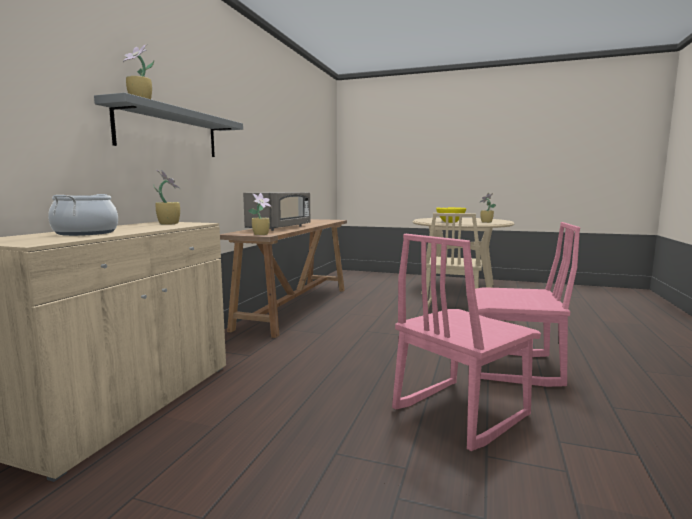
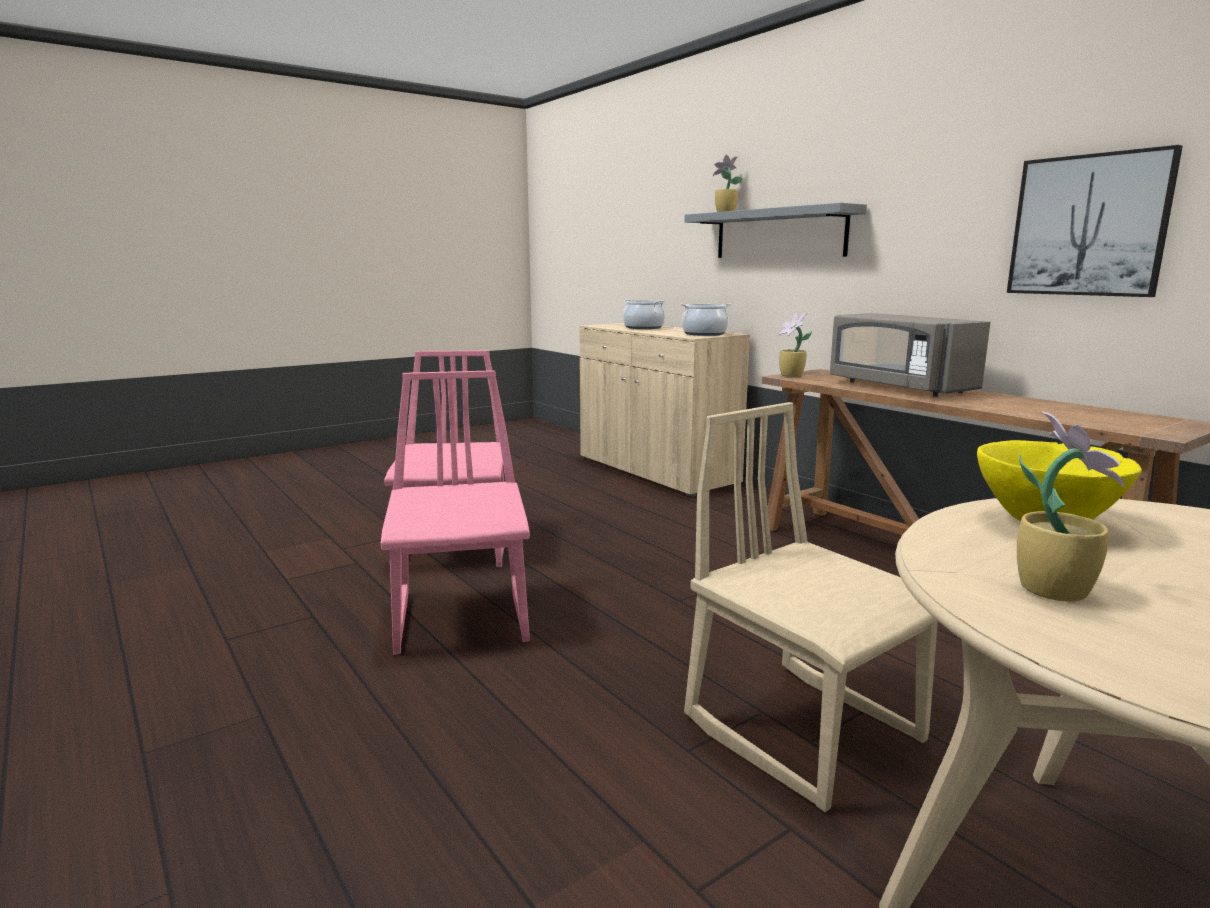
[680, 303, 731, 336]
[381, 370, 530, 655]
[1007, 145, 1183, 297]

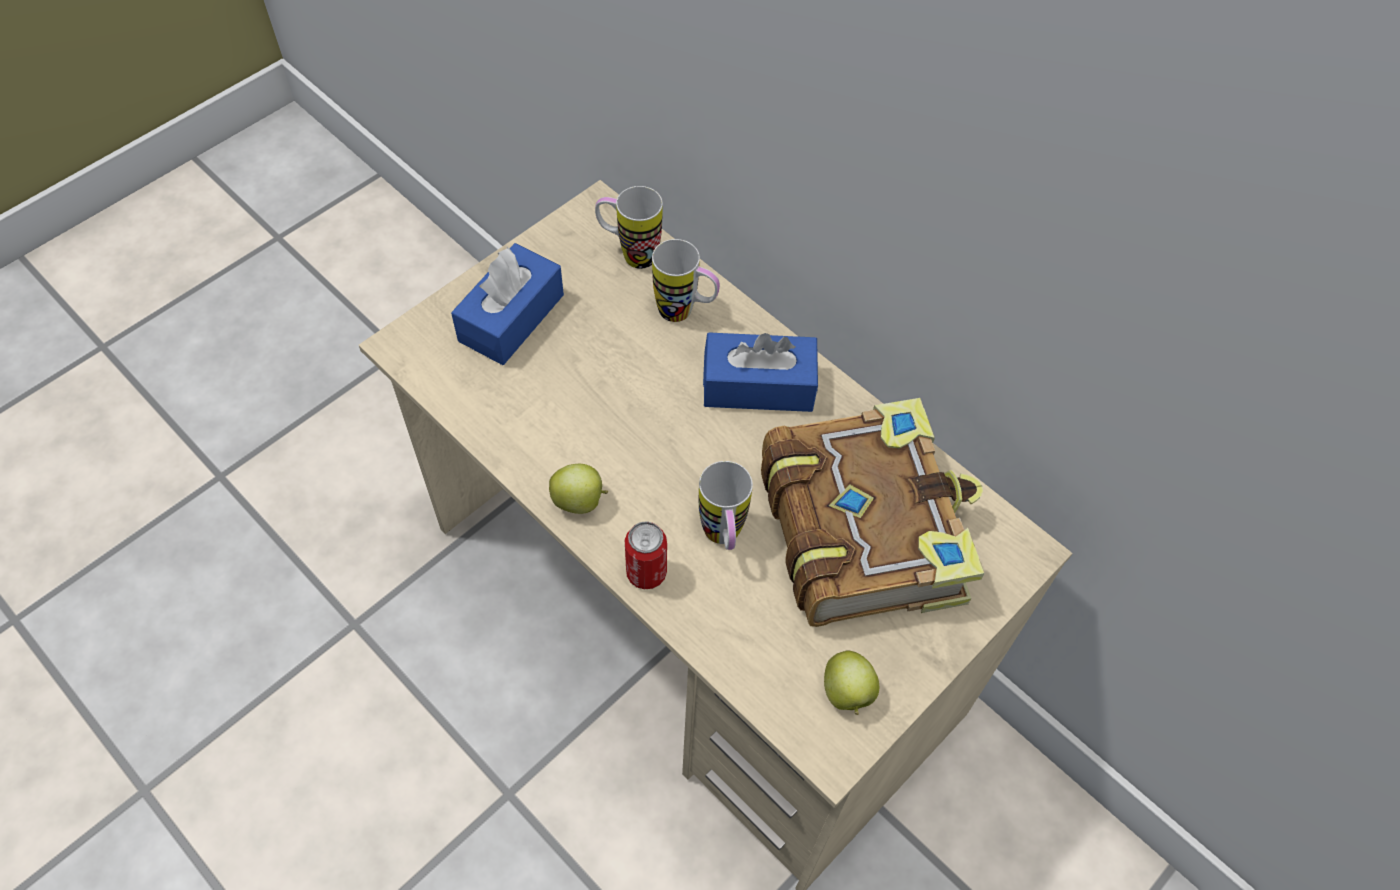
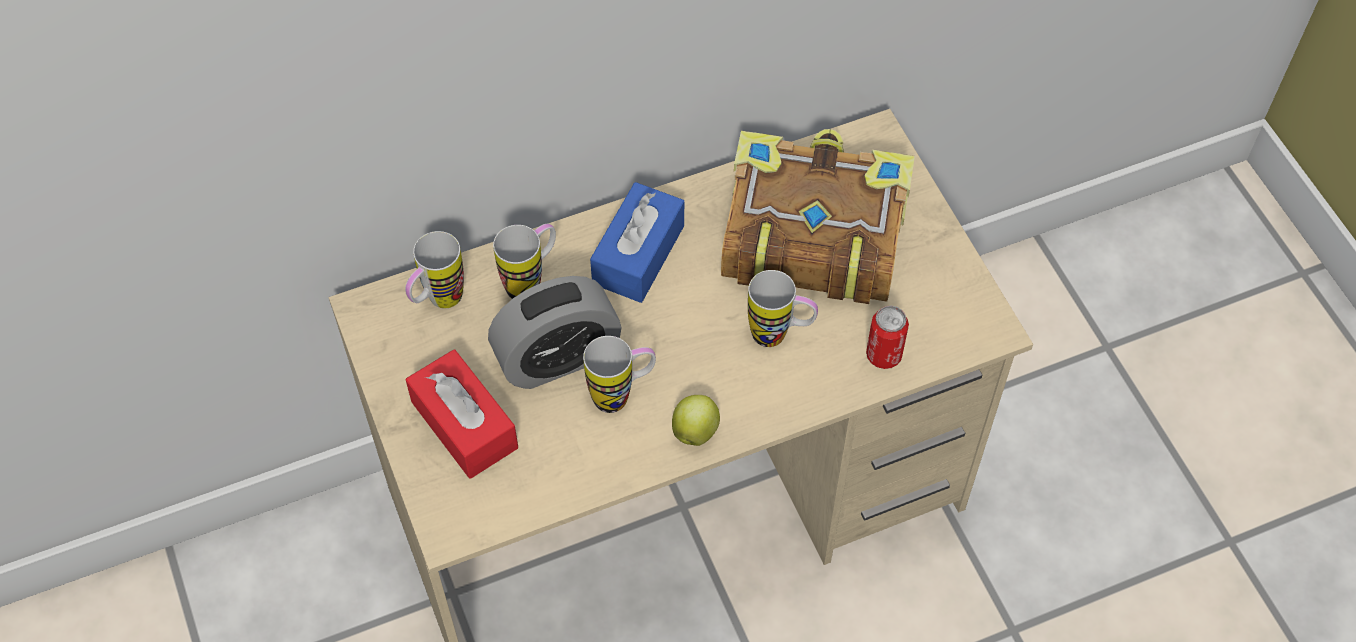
[406, 349, 518, 479]
[866, 306, 909, 369]
[824, 650, 879, 715] (first image)
[488, 276, 622, 389]
[583, 336, 656, 413]

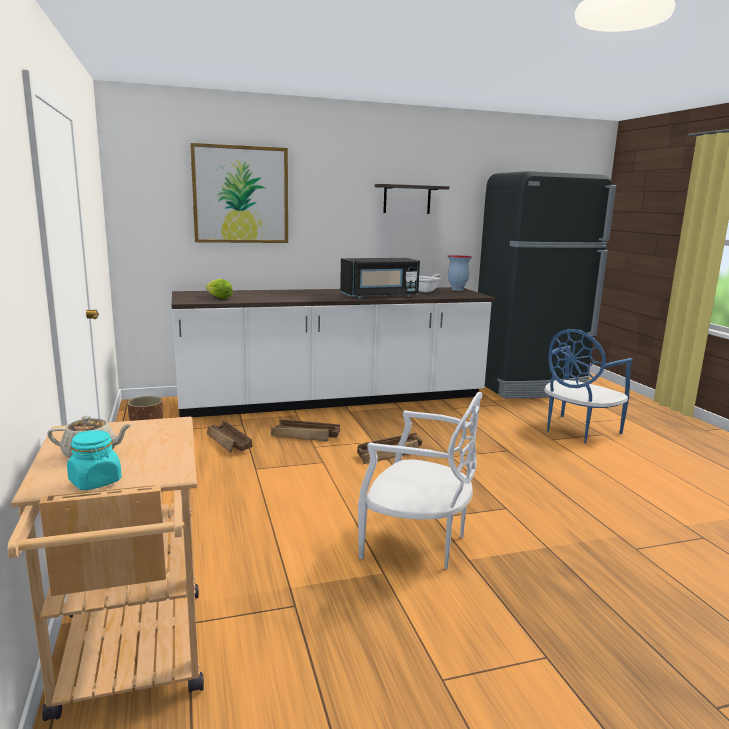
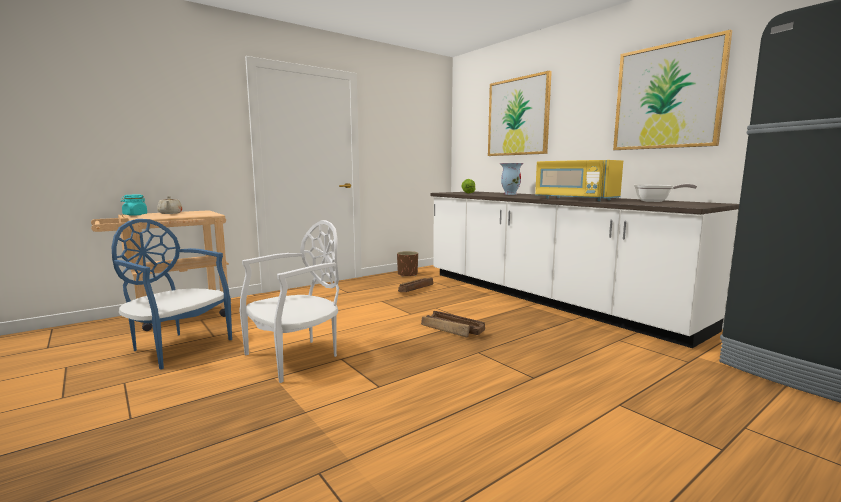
[613, 30, 732, 150]
[500, 163, 524, 195]
[535, 160, 623, 201]
[112, 219, 232, 369]
[239, 220, 339, 383]
[271, 420, 340, 442] (first image)

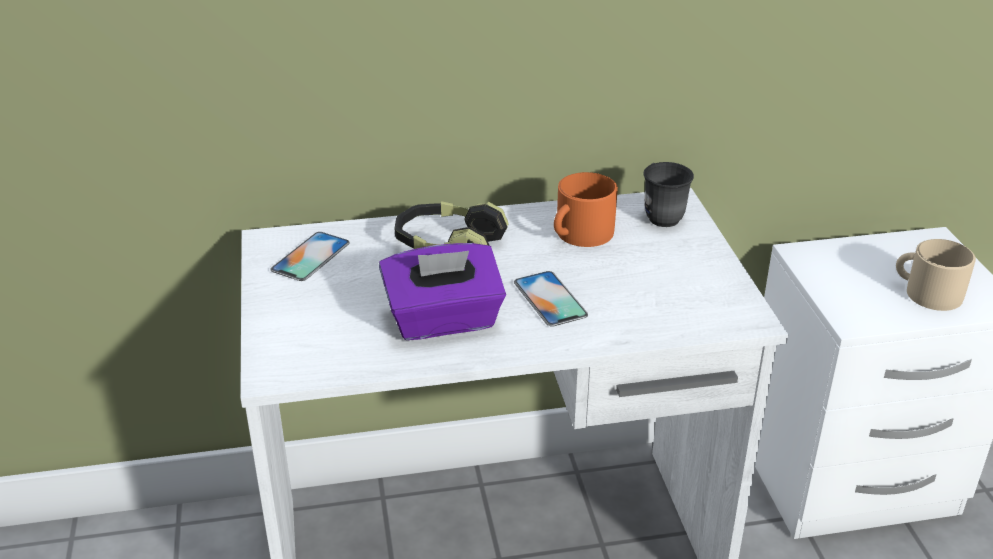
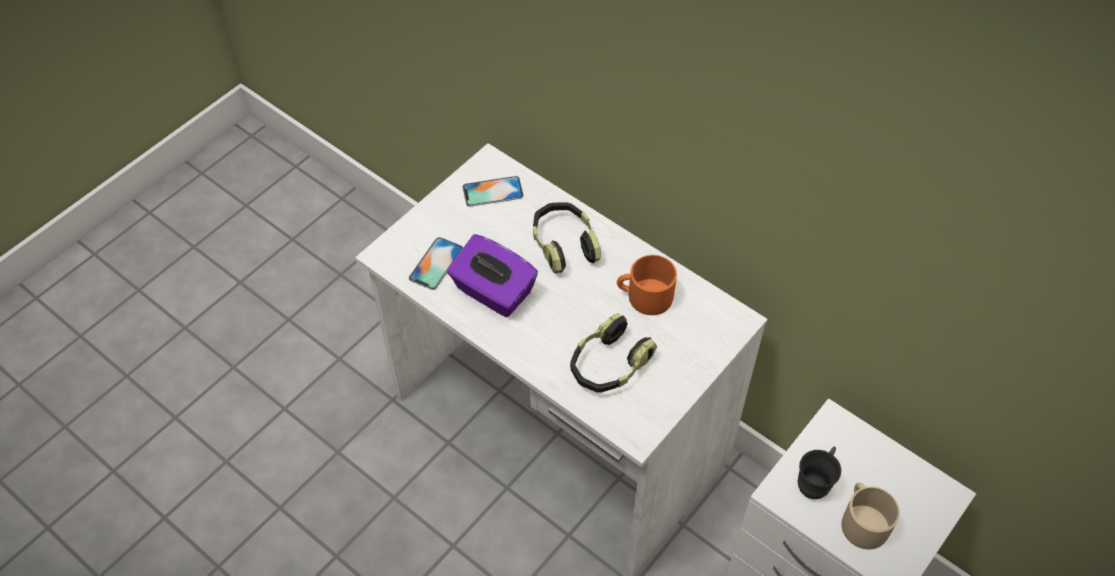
[798, 446, 841, 499]
[409, 237, 463, 290]
[570, 313, 657, 393]

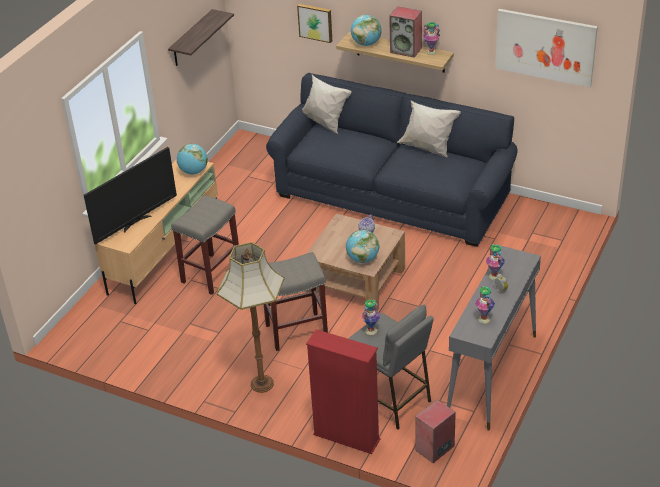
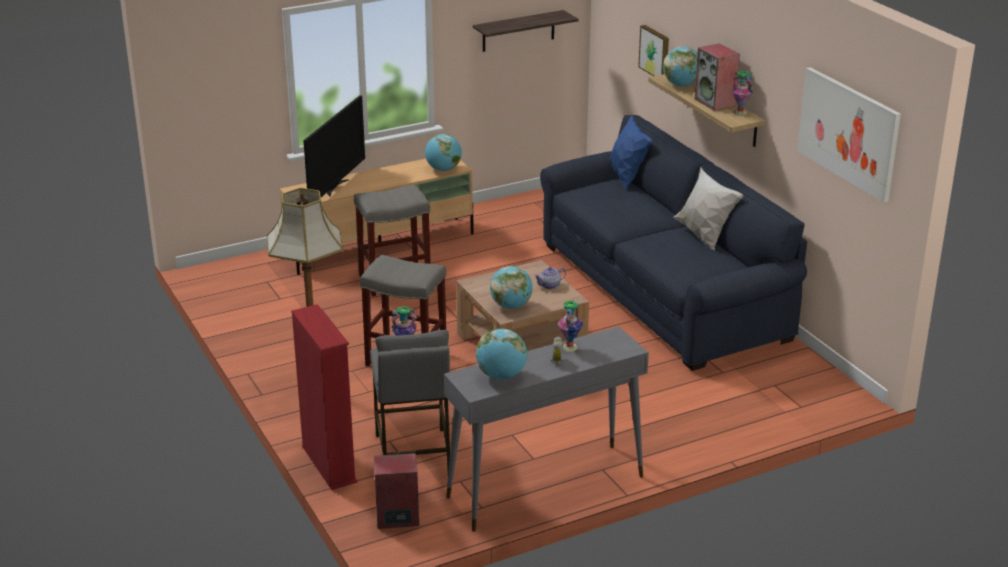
[610, 114, 652, 190]
[303, 95, 365, 197]
[476, 329, 527, 380]

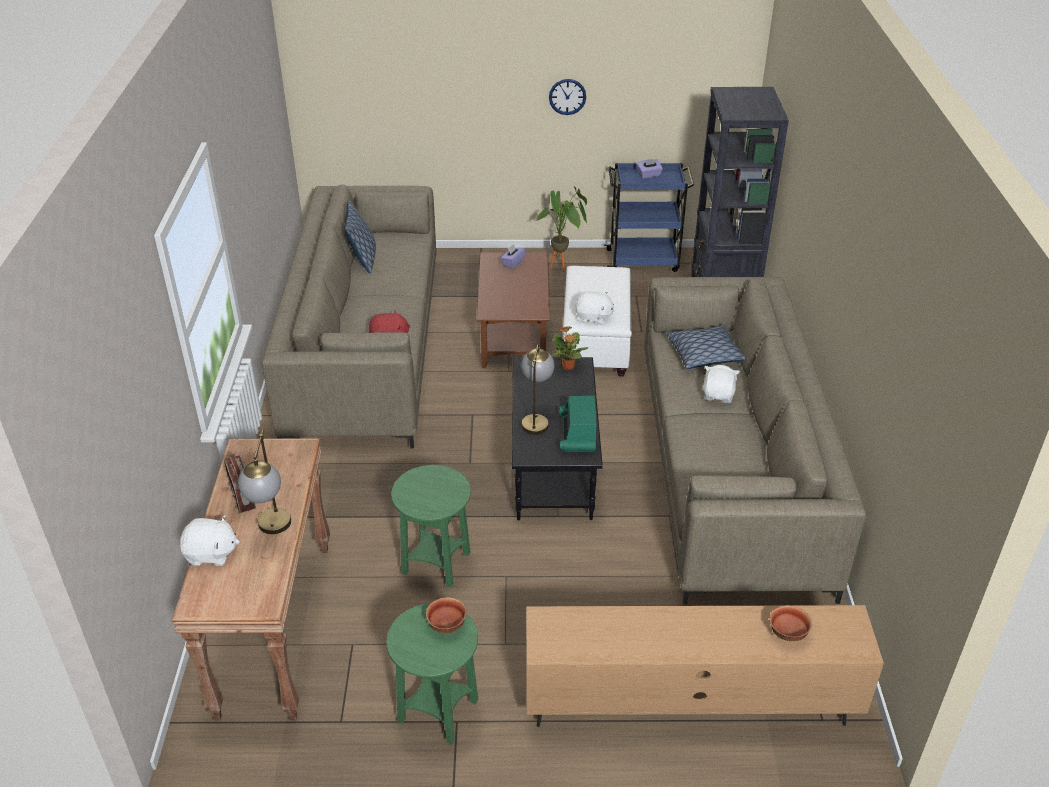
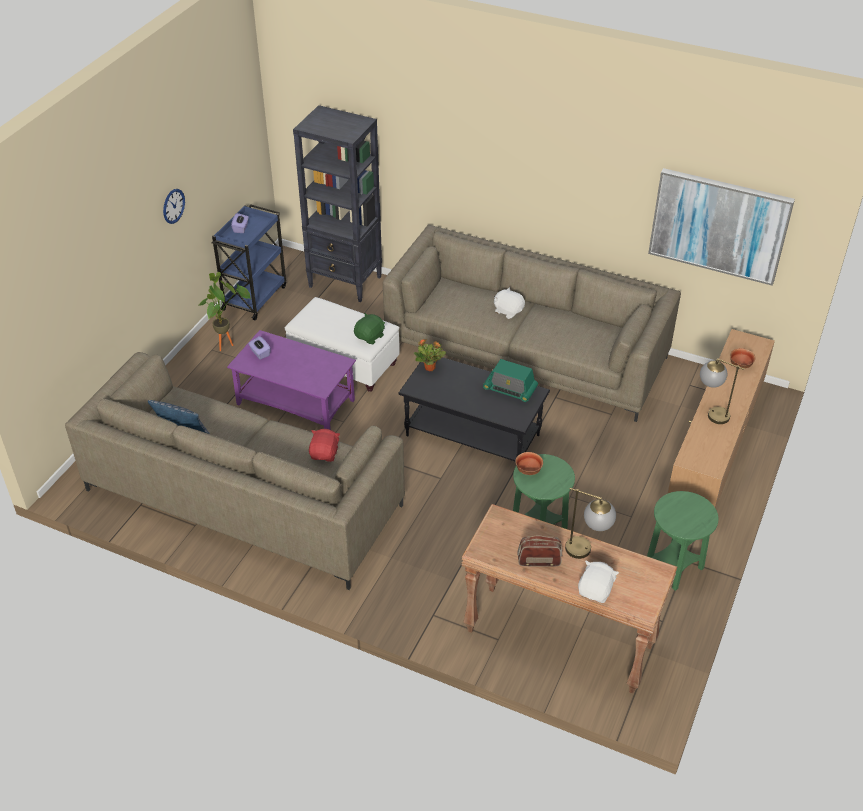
[227, 330, 356, 430]
[354, 313, 385, 344]
[666, 324, 745, 369] (first image)
[700, 359, 745, 424]
[515, 452, 543, 475]
[648, 168, 795, 285]

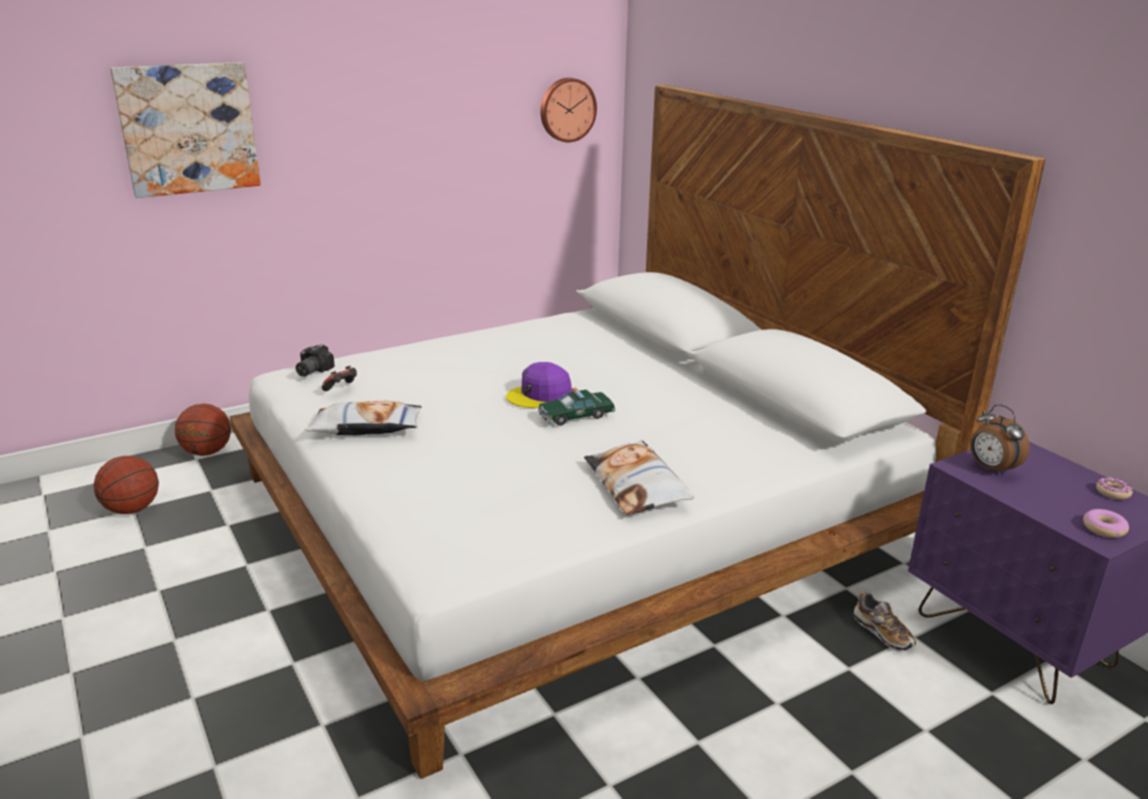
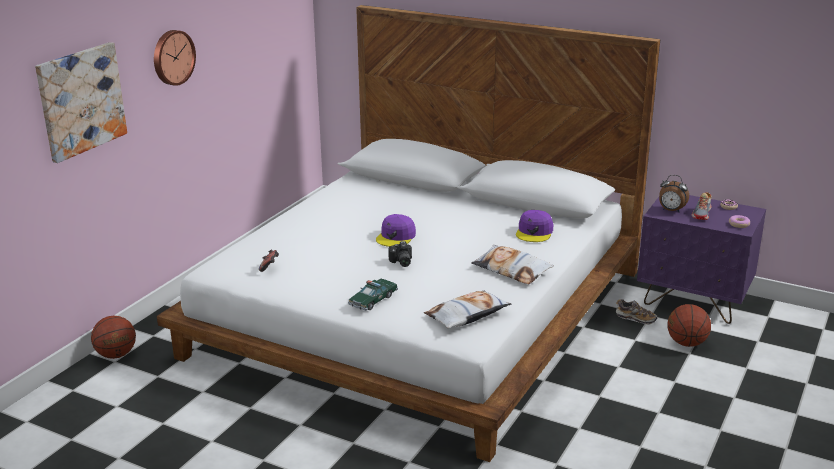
[154, 30, 196, 86]
[388, 241, 412, 267]
[348, 279, 398, 311]
[424, 291, 512, 329]
[667, 304, 711, 347]
[692, 192, 712, 220]
[516, 210, 553, 242]

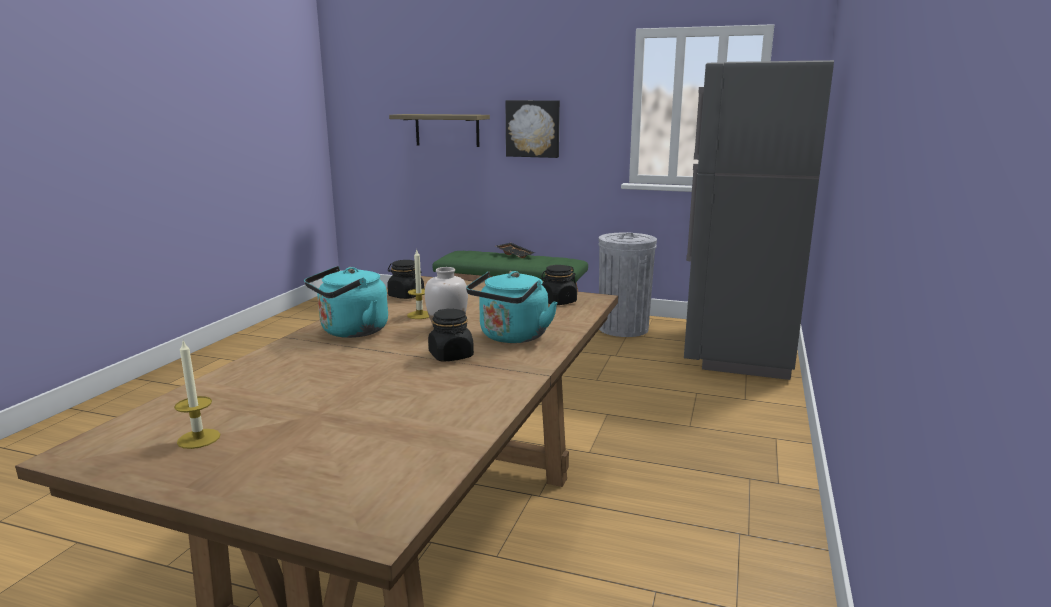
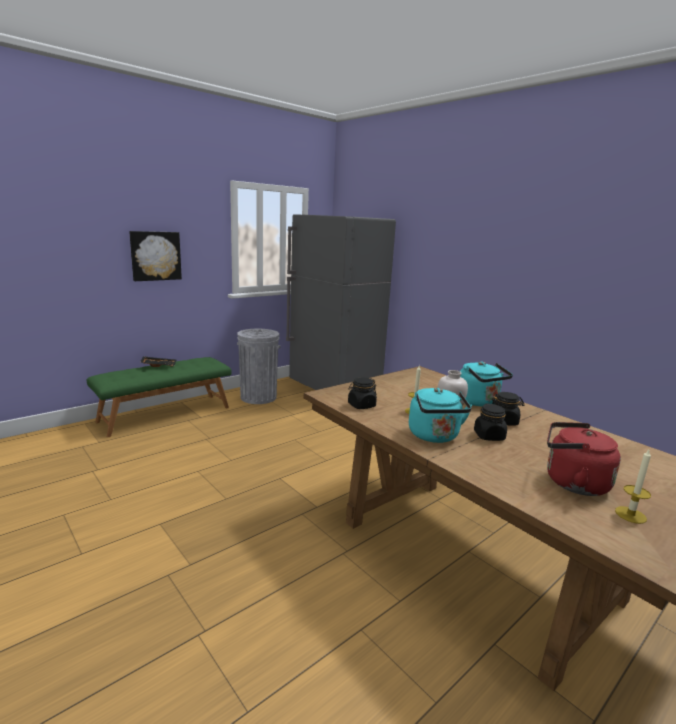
[389, 114, 490, 147] (first image)
[474, 404, 507, 441]
[547, 422, 621, 496]

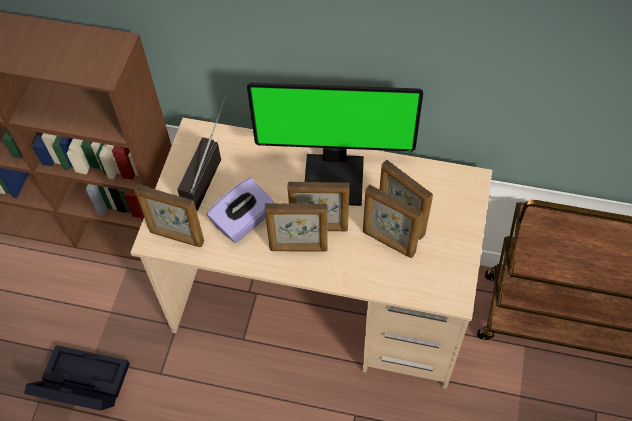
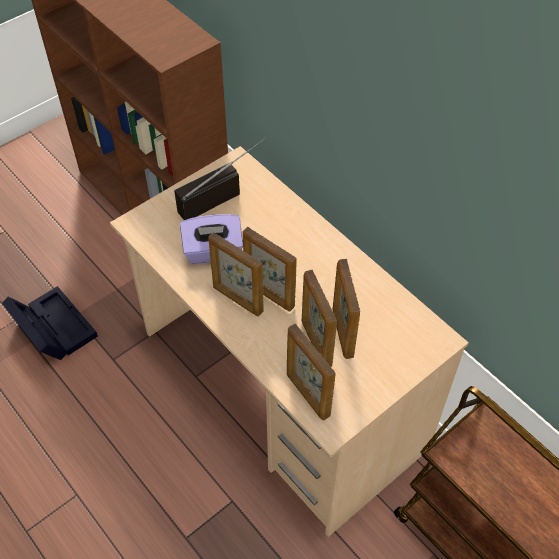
[247, 82, 423, 206] (first image)
[287, 324, 336, 420]

